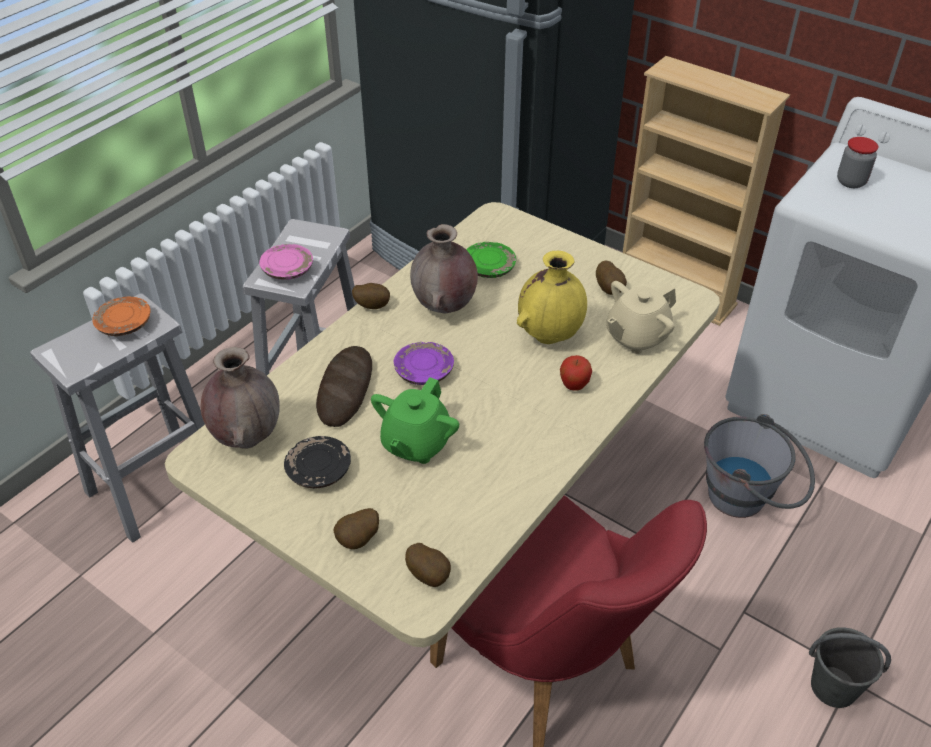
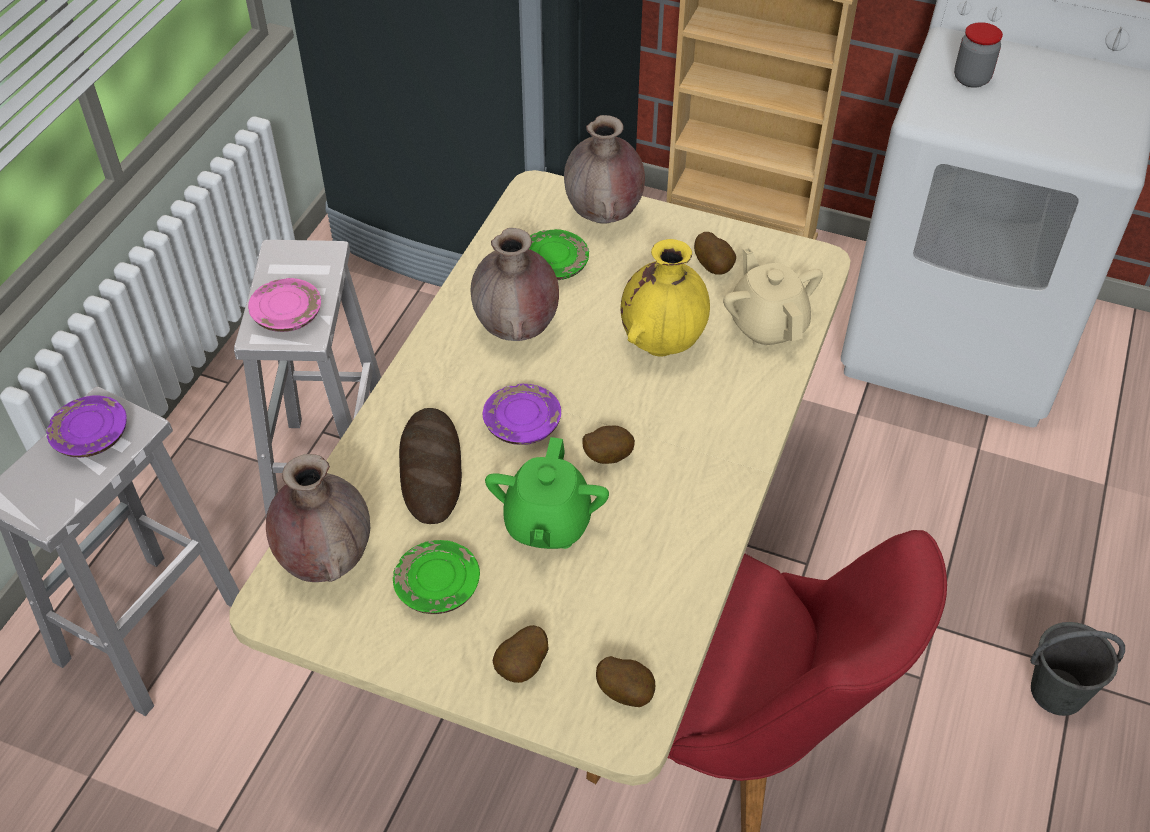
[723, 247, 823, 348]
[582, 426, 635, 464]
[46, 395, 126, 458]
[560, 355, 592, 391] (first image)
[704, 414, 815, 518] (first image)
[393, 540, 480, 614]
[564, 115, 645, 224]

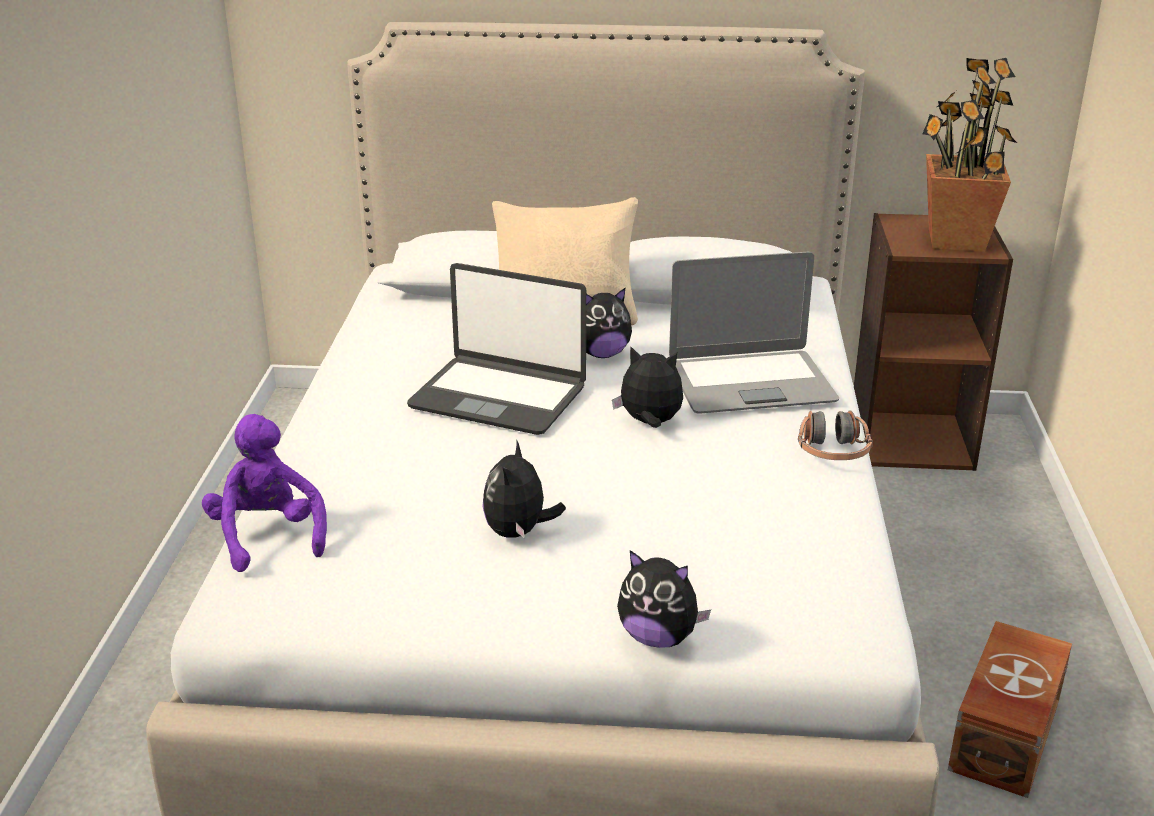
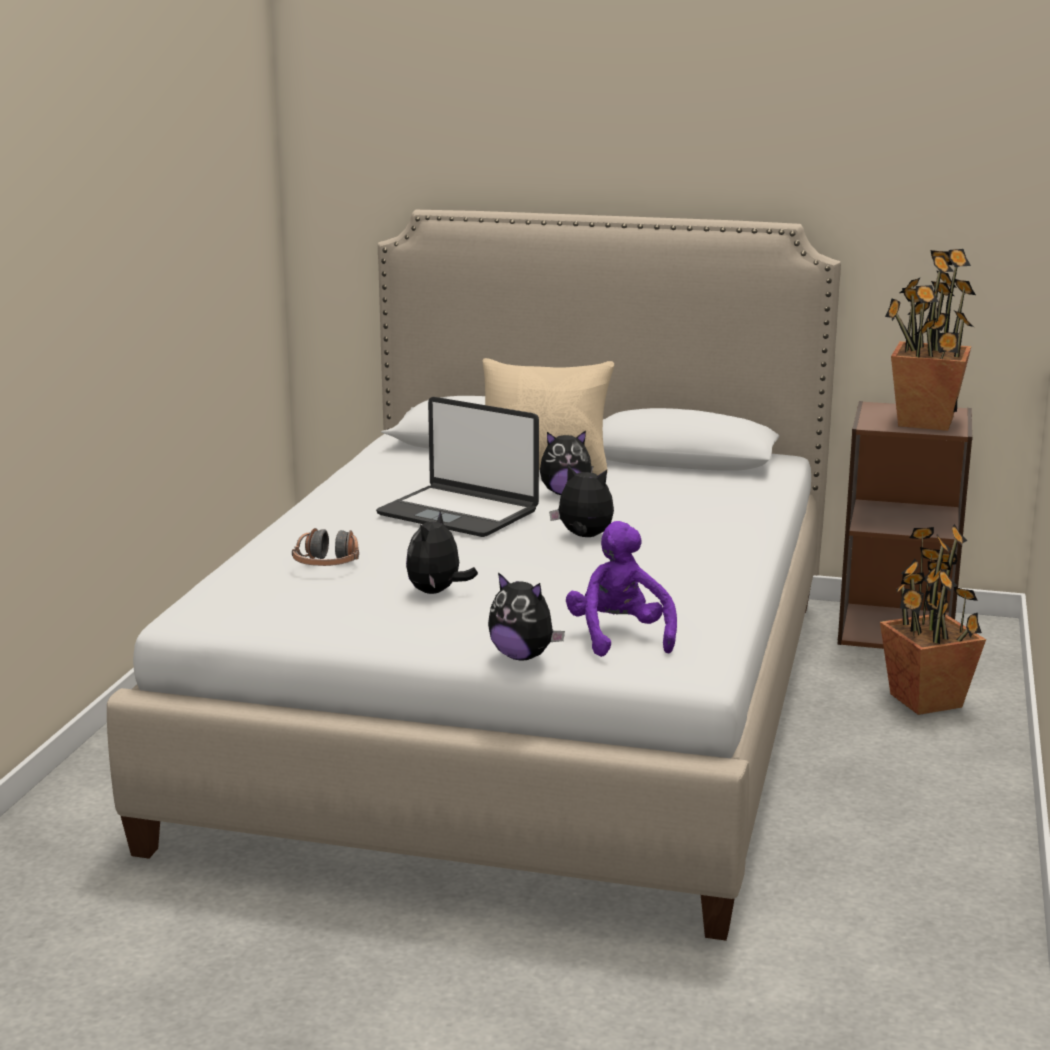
[669, 252, 839, 414] (first image)
[292, 528, 359, 566]
[566, 521, 677, 657]
[948, 621, 1072, 798] (first image)
[880, 524, 986, 715]

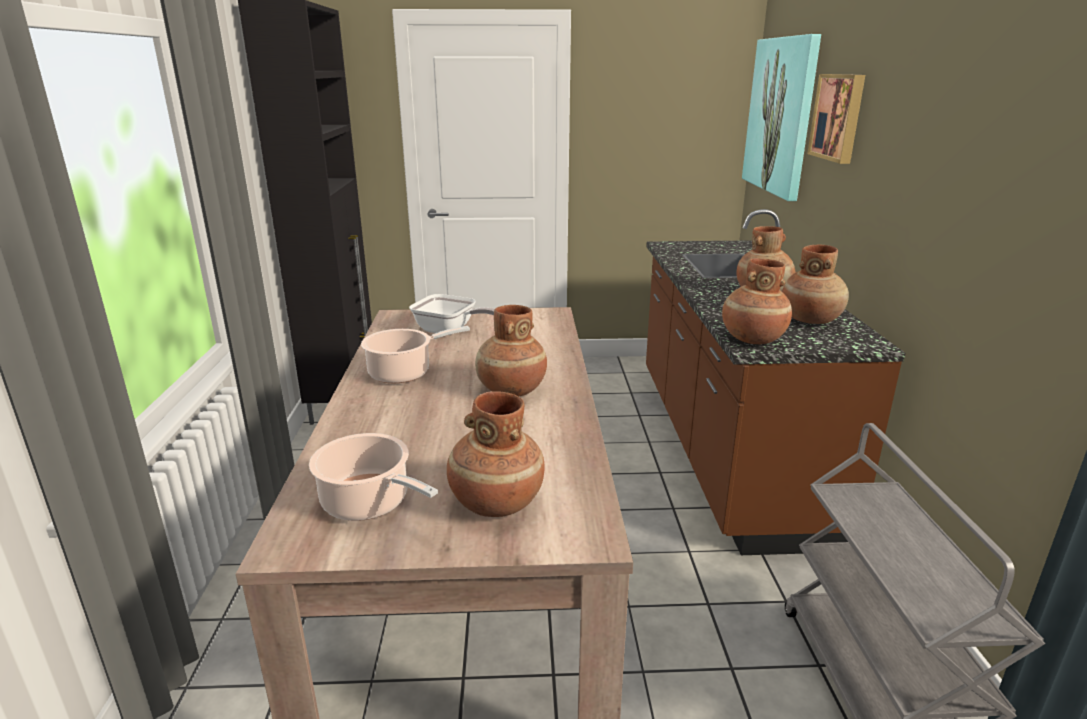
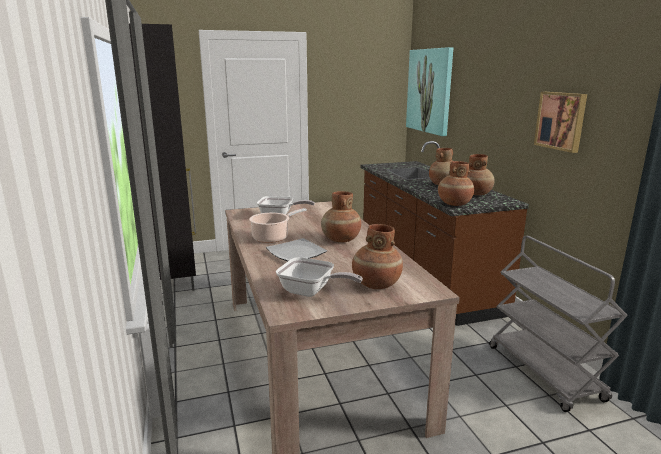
[534, 92, 587, 153]
[276, 257, 363, 297]
[266, 238, 327, 261]

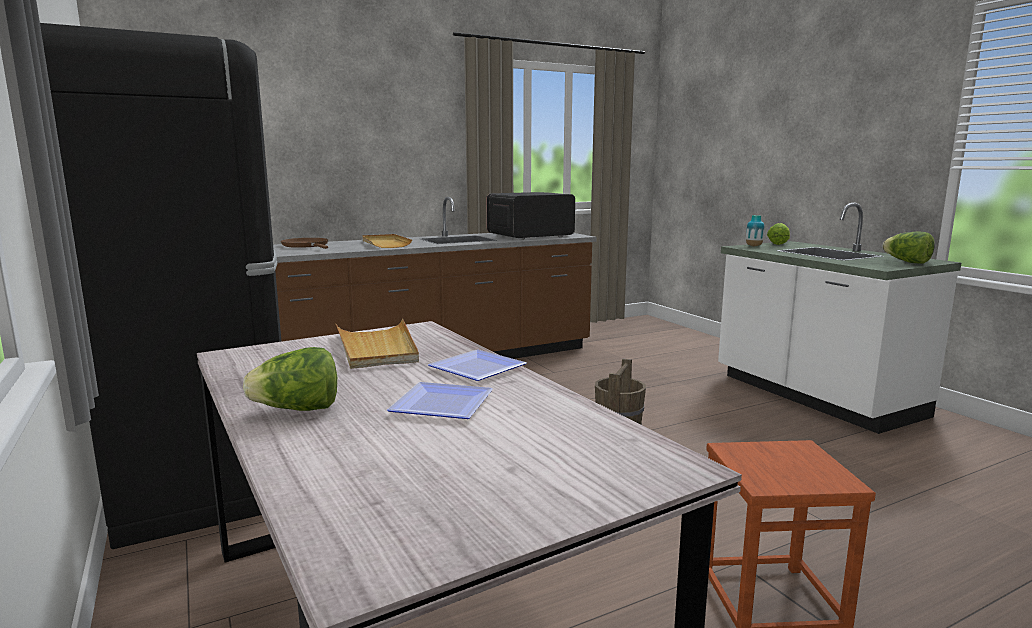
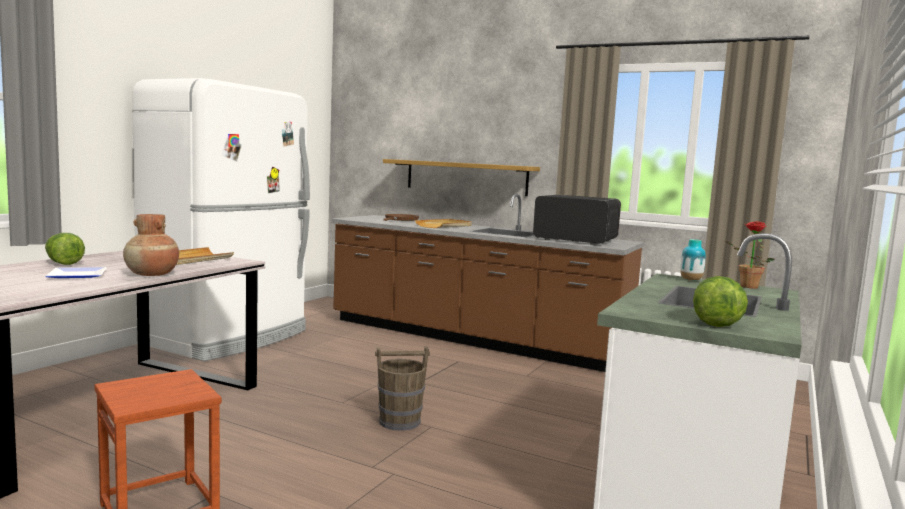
[132, 78, 310, 361]
[725, 221, 775, 289]
[123, 214, 179, 276]
[383, 159, 540, 196]

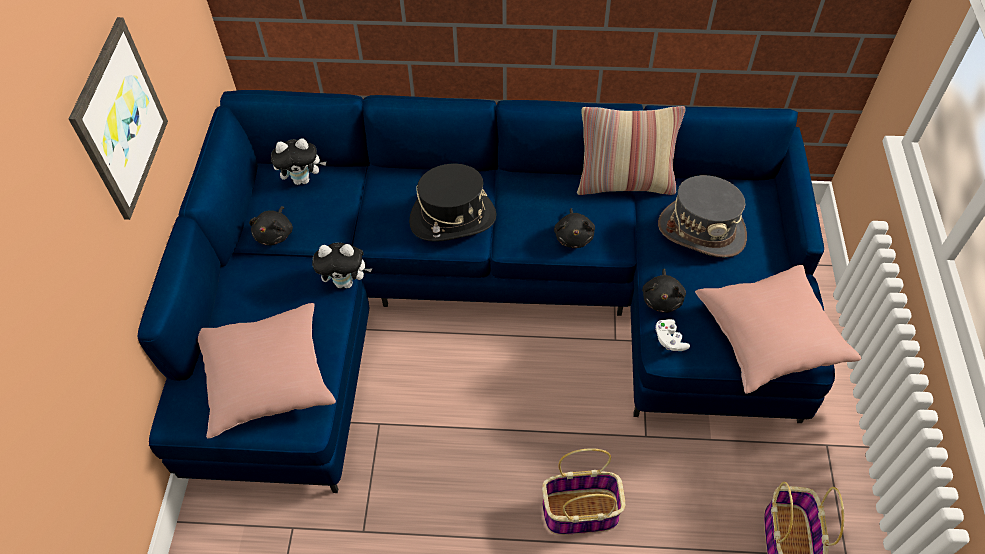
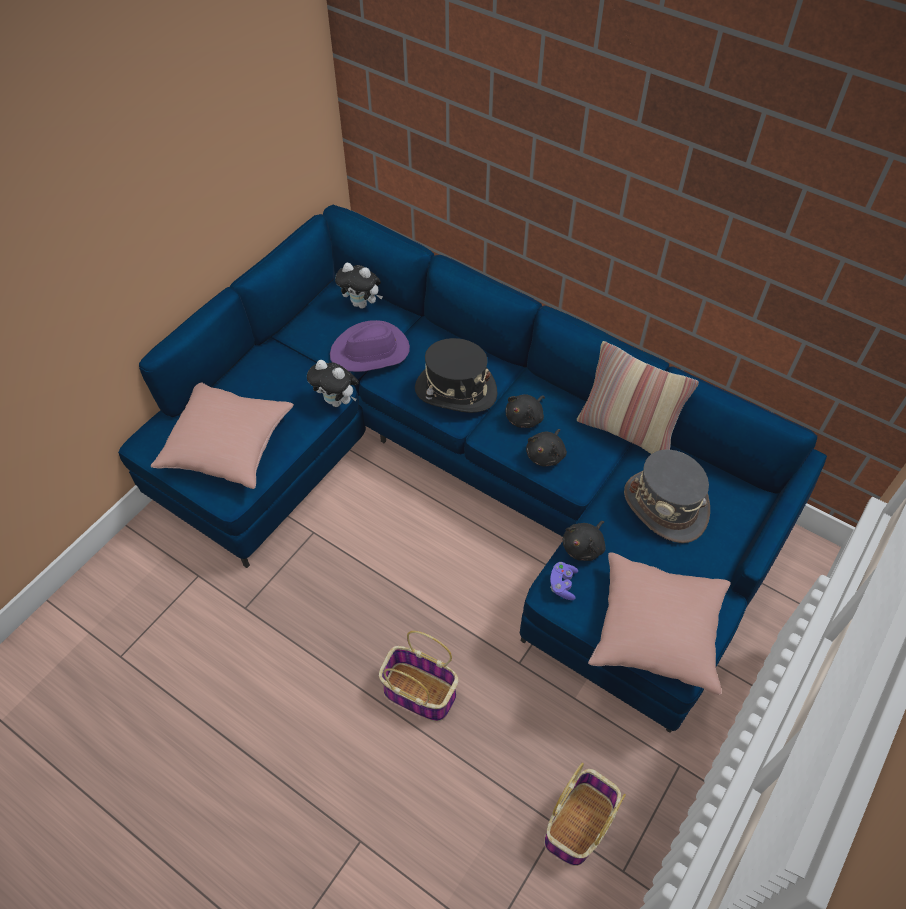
[69, 17, 168, 220] (first image)
[505, 394, 545, 428]
[550, 562, 578, 600]
[330, 320, 410, 372]

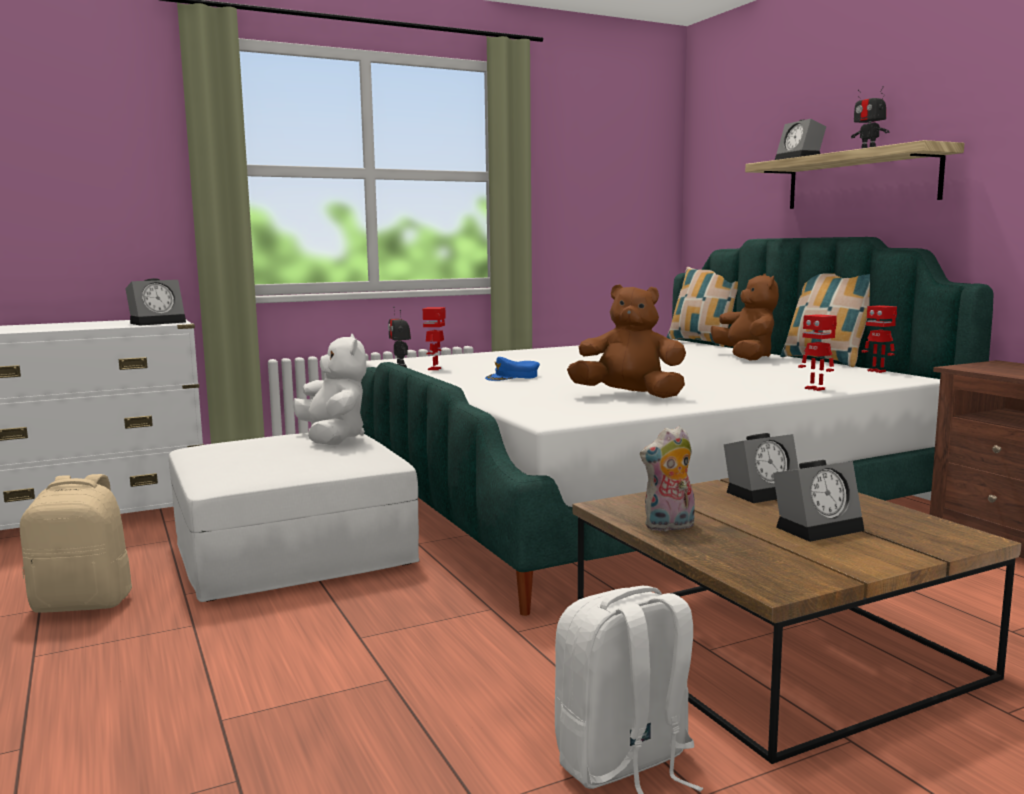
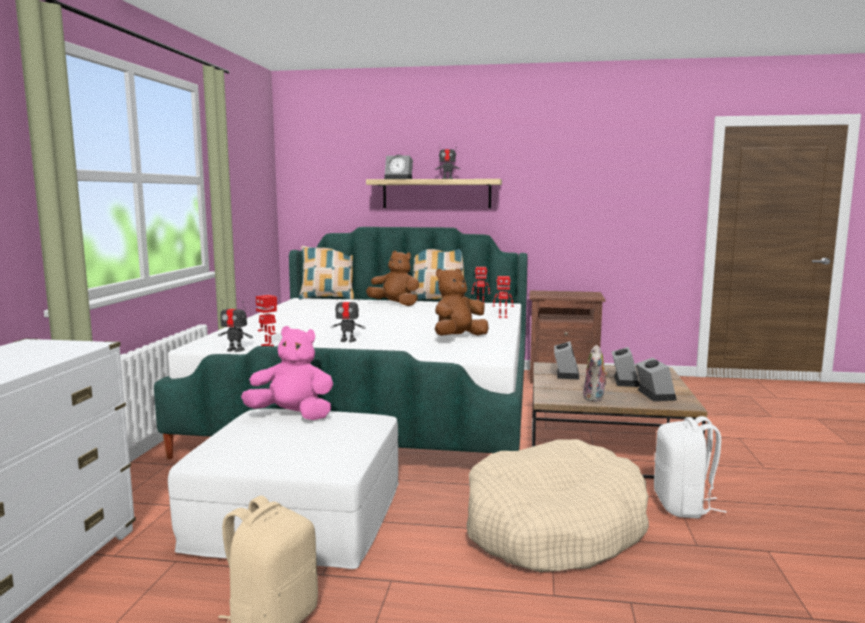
[636, 358, 677, 401]
[241, 326, 333, 420]
[331, 294, 365, 342]
[466, 439, 649, 572]

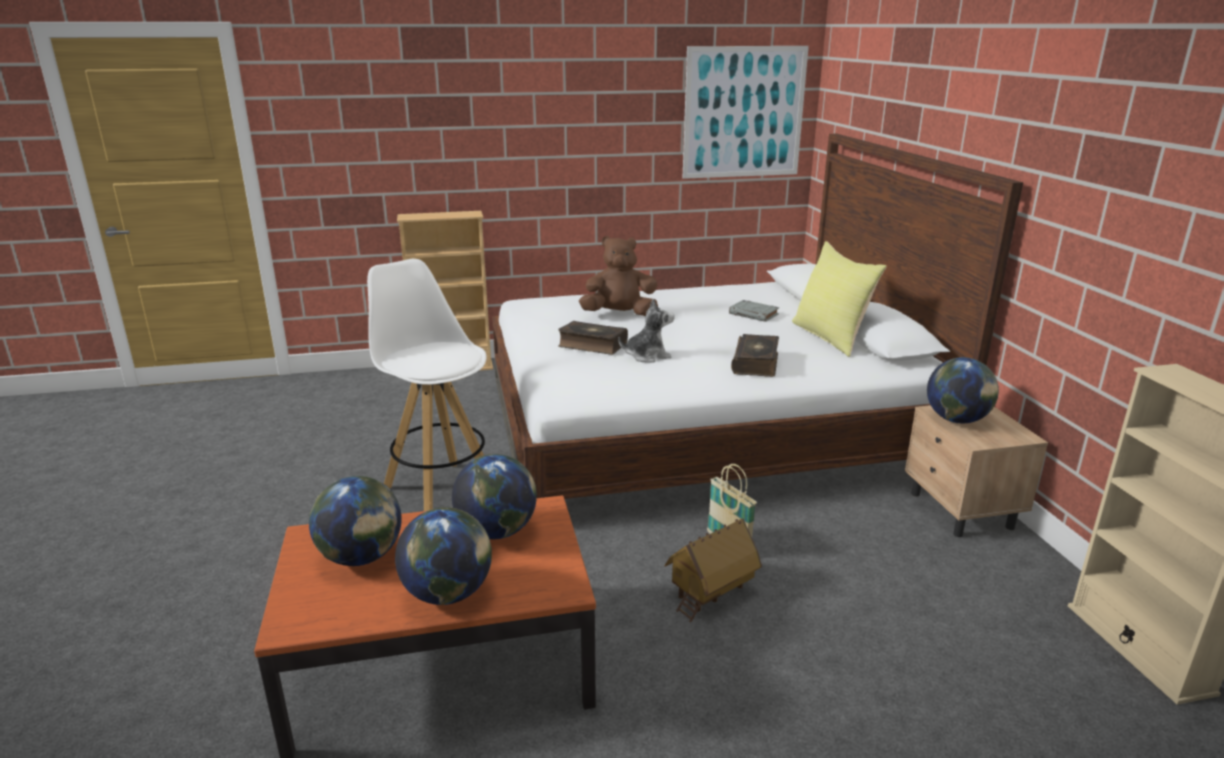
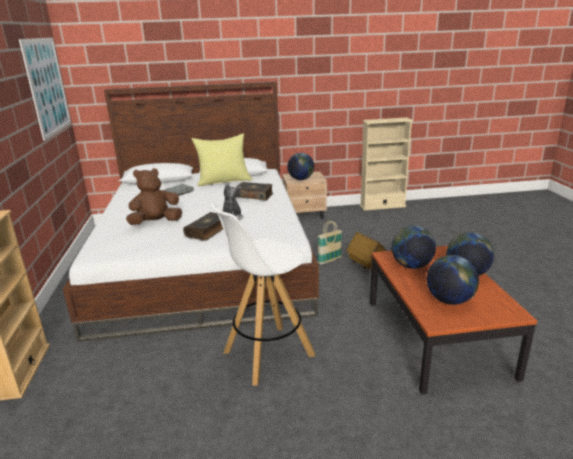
[126, 168, 182, 225]

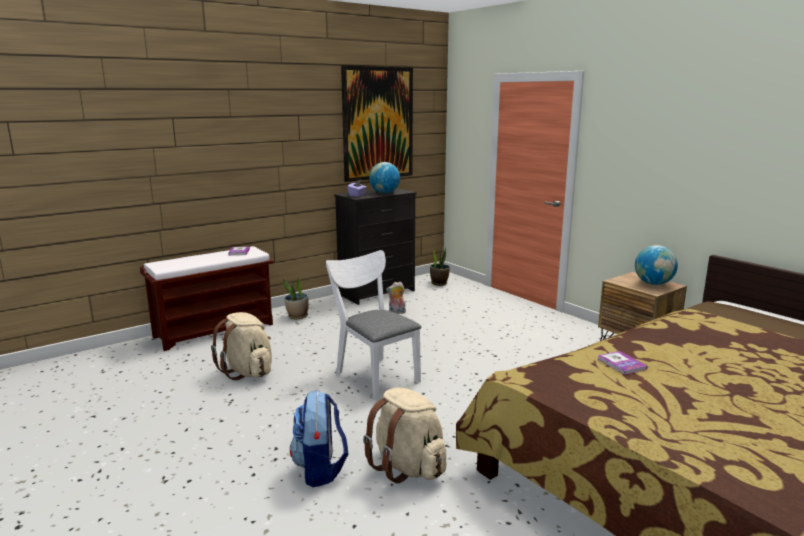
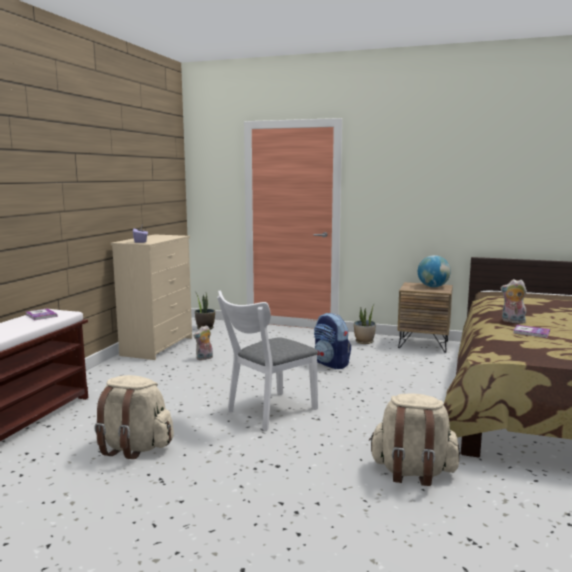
[341, 66, 413, 182] (first image)
[369, 162, 400, 194] (first image)
[111, 234, 192, 360]
[217, 290, 318, 431]
[354, 305, 376, 344]
[314, 313, 351, 369]
[501, 279, 527, 324]

